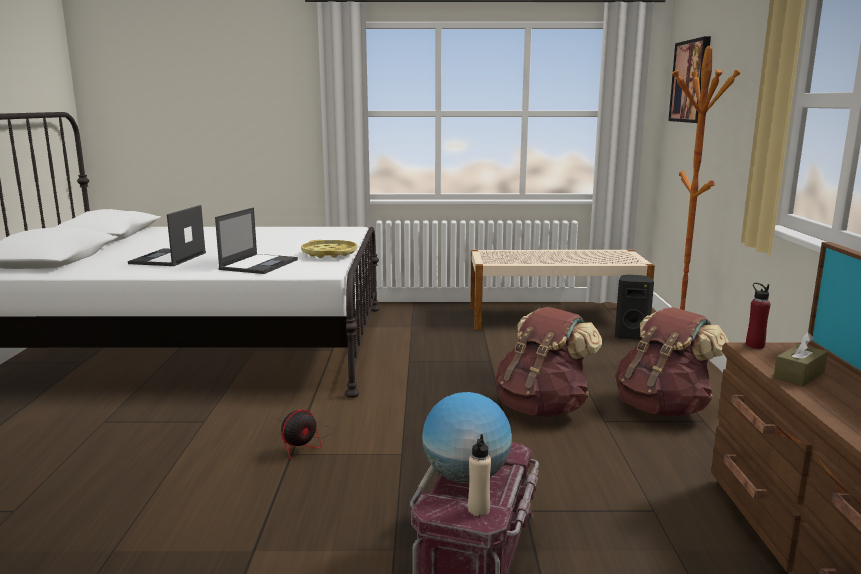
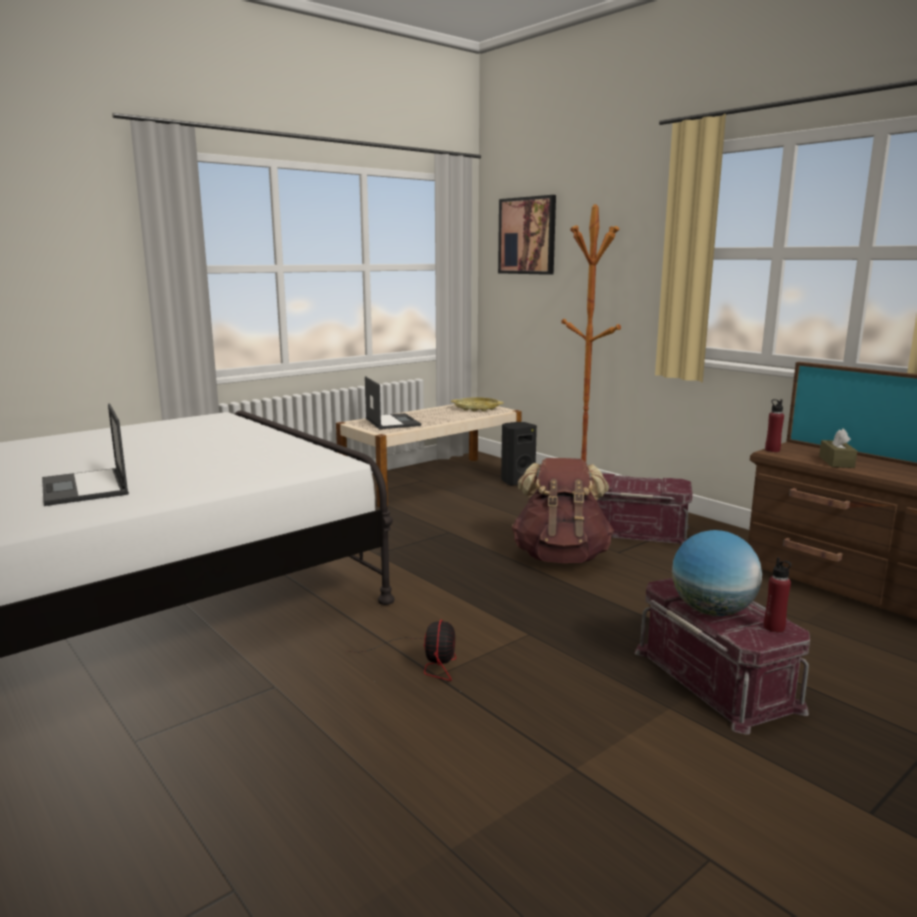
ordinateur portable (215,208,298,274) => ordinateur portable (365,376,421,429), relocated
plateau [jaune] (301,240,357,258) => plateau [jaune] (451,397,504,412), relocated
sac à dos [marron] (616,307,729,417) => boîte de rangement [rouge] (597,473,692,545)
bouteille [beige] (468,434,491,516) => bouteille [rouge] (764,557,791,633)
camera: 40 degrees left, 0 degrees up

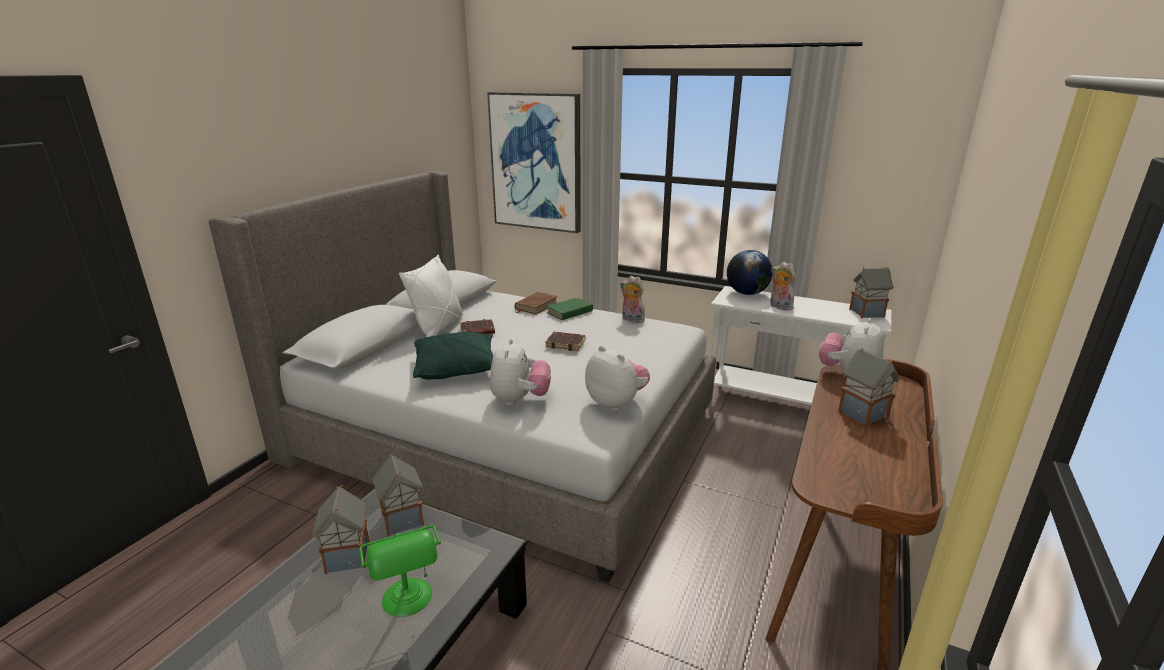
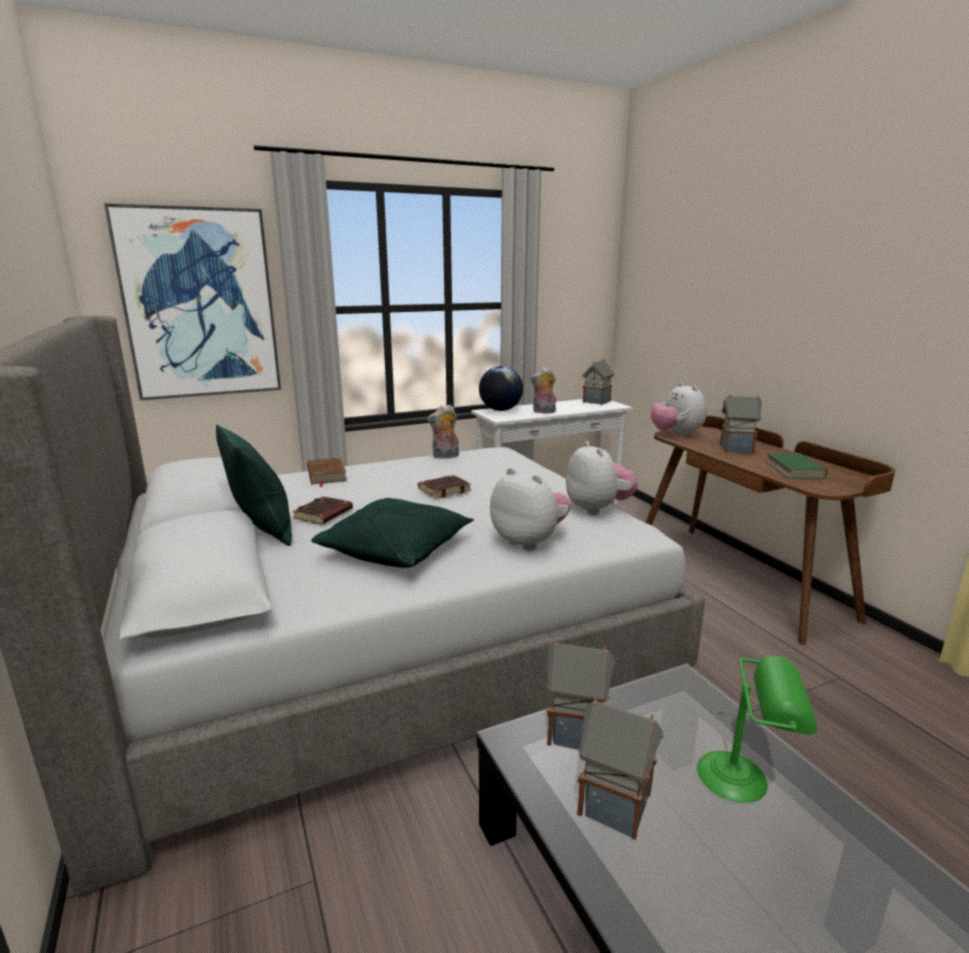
coussin [blanc] (399,255,463,337) => coussin [vert] (216,424,292,546)
peluche (585,346,650,412) => peluche (566,441,638,515), 75 degrees clockwise
livre [vert] (546,298,593,320) => livre [vert] (766,453,827,479), relocated
camera: 50 degrees left, 5 degrees down

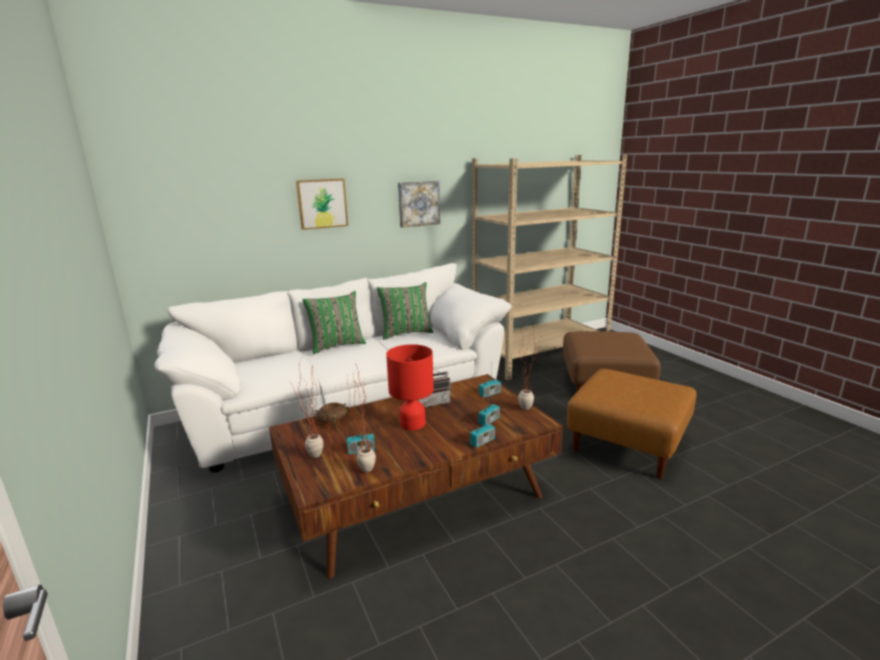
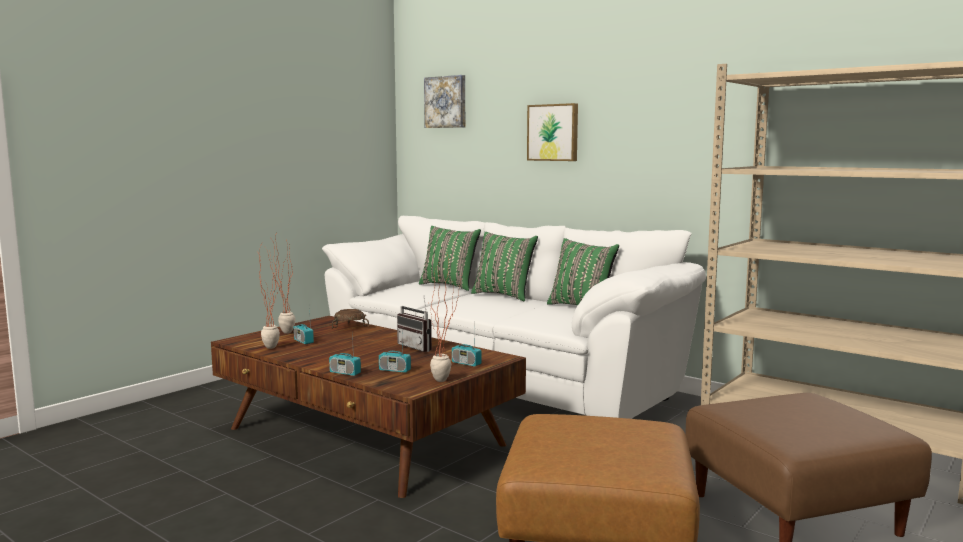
nothing => coussin [vert] (419,226,481,291)
tableau (398,181,440,228) => tableau (424,75,465,128), relocated
lampe de table [rouge] (386,344,434,431) => nothing
camera: 65 degrees right, 10 degrees down

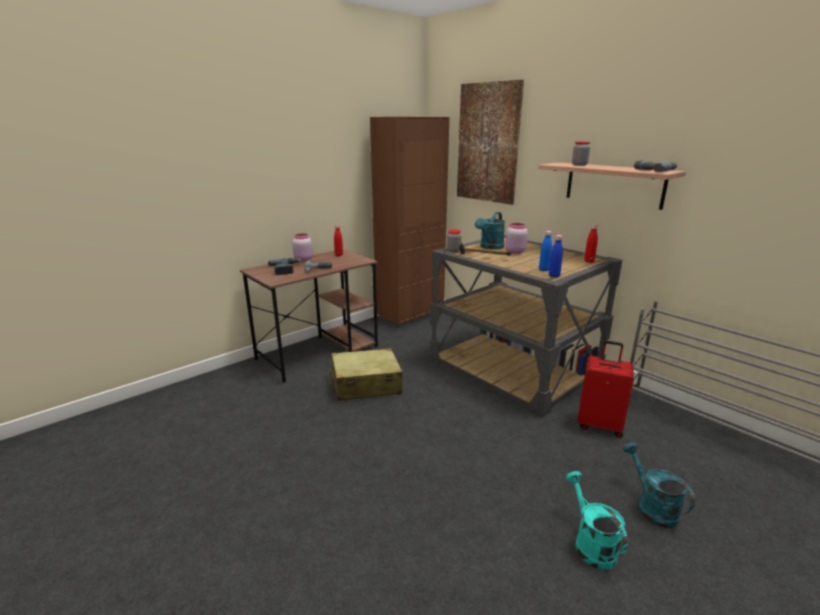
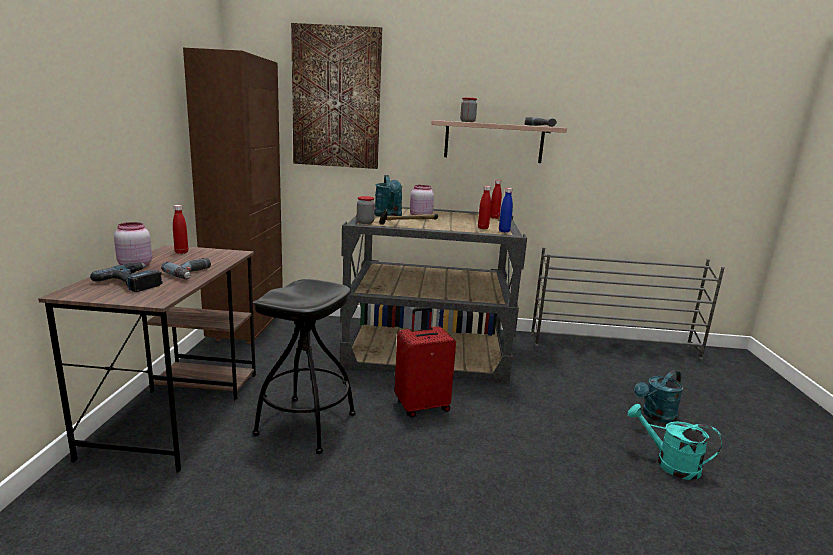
valise [beige] (328,348,403,401) => tabouret [noir] (252,279,355,454)
valise [rouge] (578,341,634,438) => valise [rouge] (394,307,456,417), relocated
bouteille [bleu] (539,231,552,271) => bouteille [rouge] (478,186,491,229)
arrosoir [turquoise] (623,442,695,528) => arrosoir [turquoise] (634,370,684,423), 60 degrees counterclockwise
camera: 45 degrees left, 5 degrees down

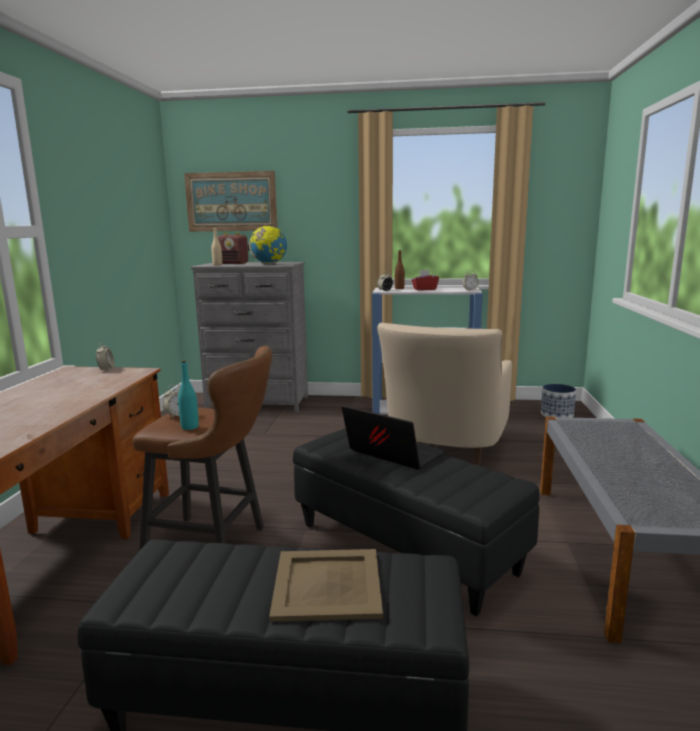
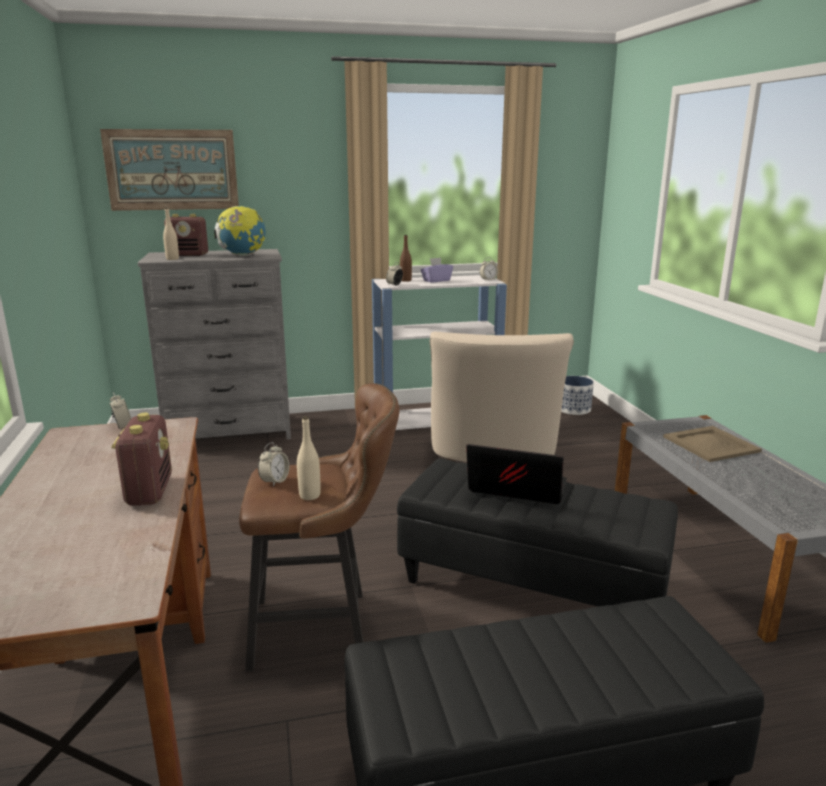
nothing => radio (111,413,172,506)
bouteille [turquoise] (178,361,199,430) => bouteille [beige] (297,416,321,500)
boîte à mouchoirs [rouge] (412,270,439,290) => boîte à mouchoirs [violet] (421,257,453,283)
plateau [beige] (269,549,383,622) => plateau [beige] (663,426,762,462), relocated
camera: 20 degrees left, 5 degrees up

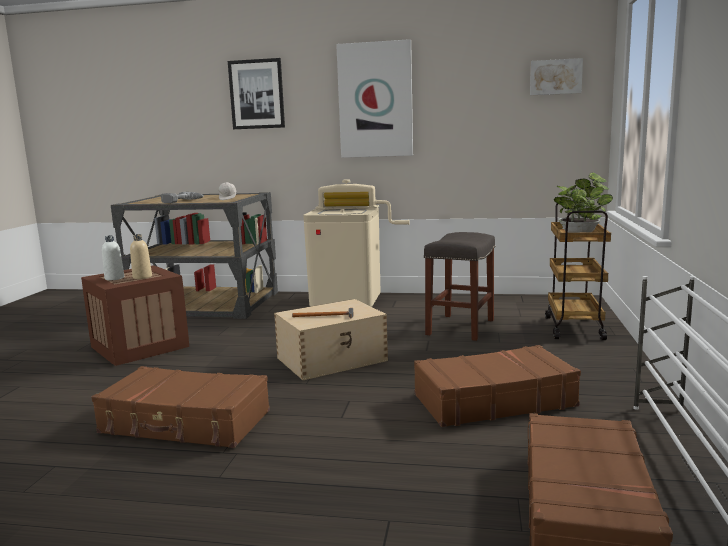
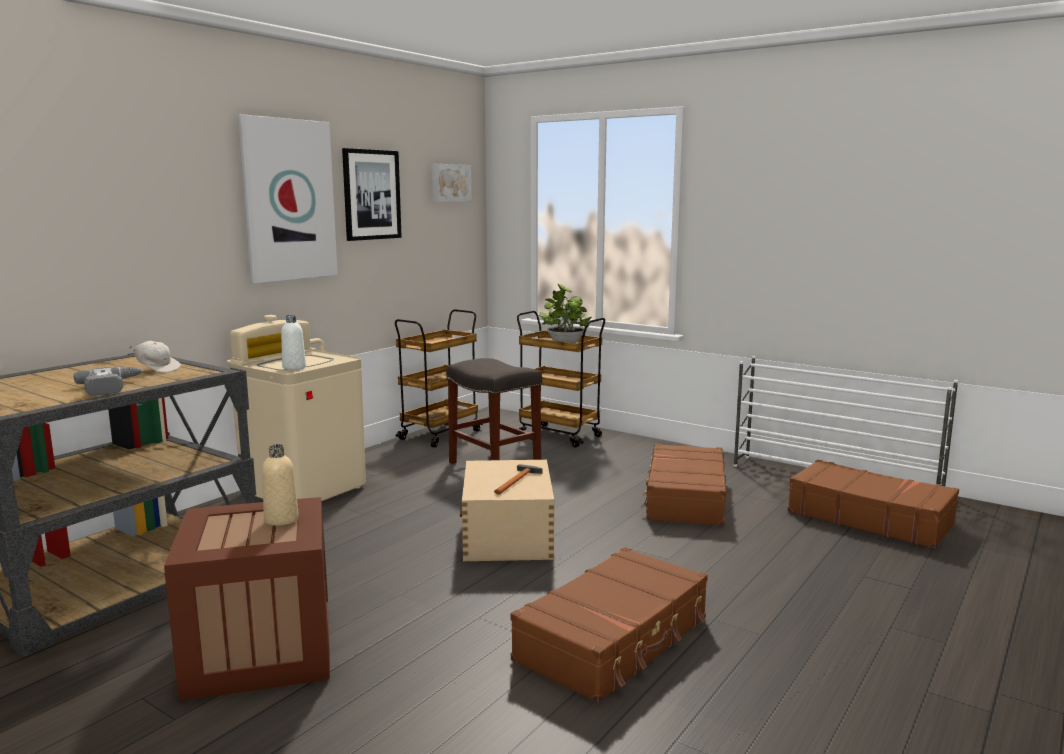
bouteille [blanc] (102,235,124,280) => bouteille [blanc] (281,315,306,370), relocated
tableau (228,58,285,129) => tableau (342,148,402,241), relocated
nothing => chariot [marron] (395,309,483,448)
camera: 65 degrees left, 0 degrees up

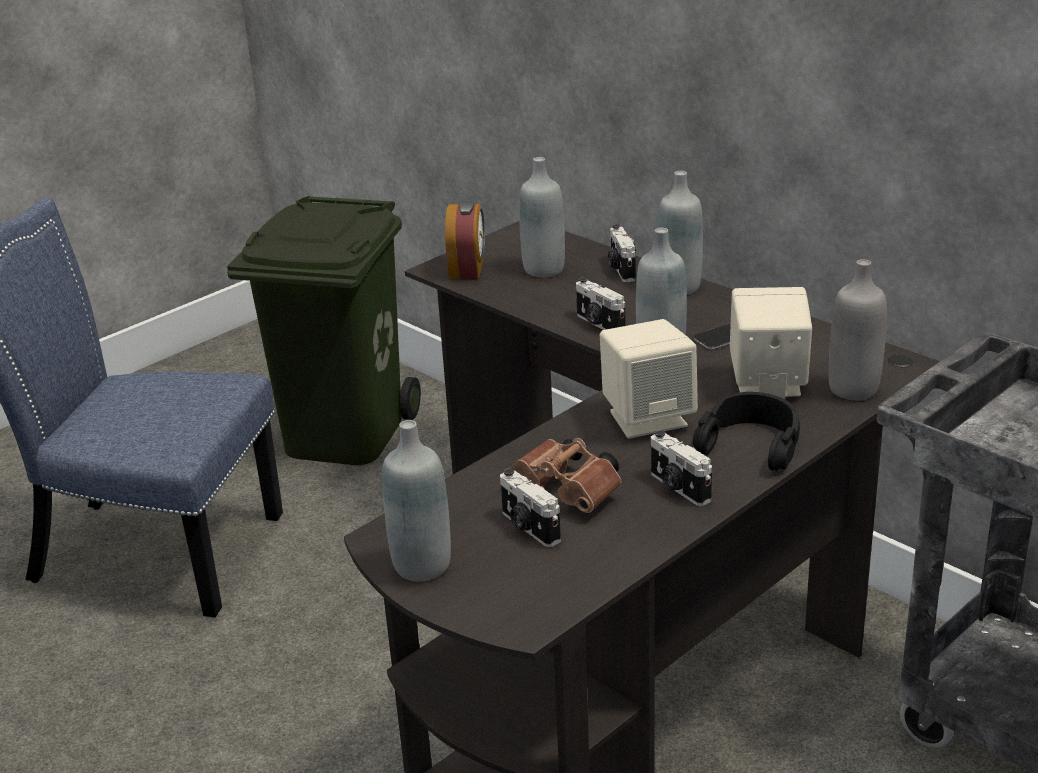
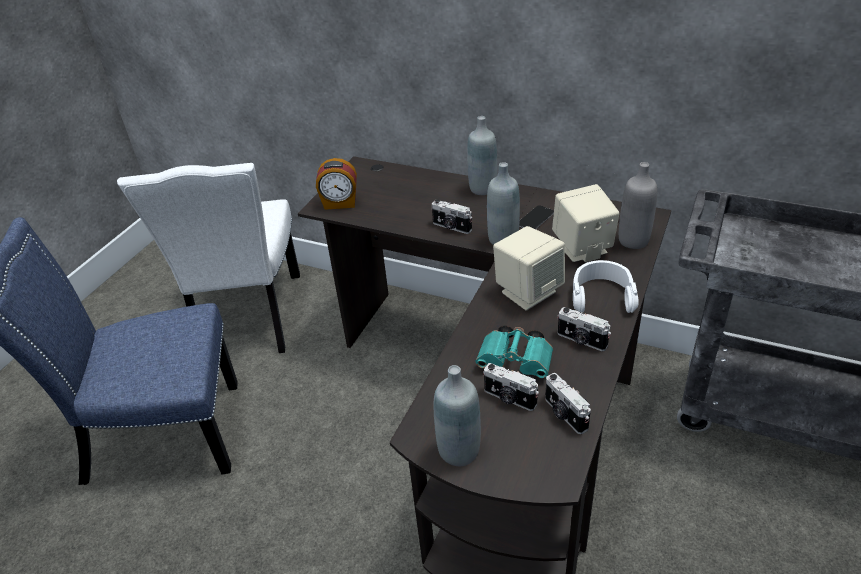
poubelle [vert] (227,196,421,465) => chaise [blanc] (117,163,300,353)
réveil (445,201,485,279) => réveil (316,158,357,210), 105 degrees clockwise
jumelles [marron] (508,438,622,513) => jumelles [turquoise] (476,326,553,378)
appareil photo (608,224,636,282) => appareil photo (545,373,591,434), relocated
casque audio [noir] (693,392,800,471) => casque audio [blanc] (573,260,639,313)
bouteille [gris] (519,157,565,278) => nothing
camera: 20 degrees left, 10 degrees up

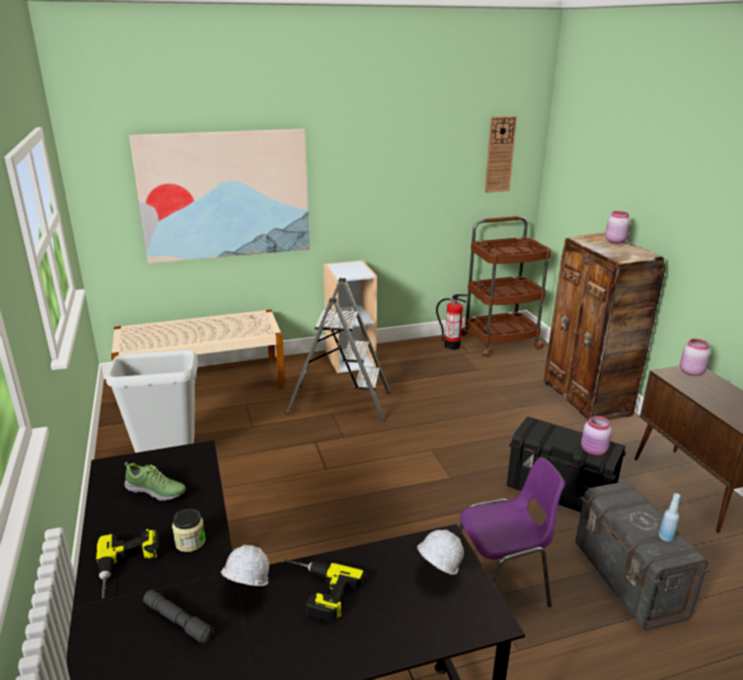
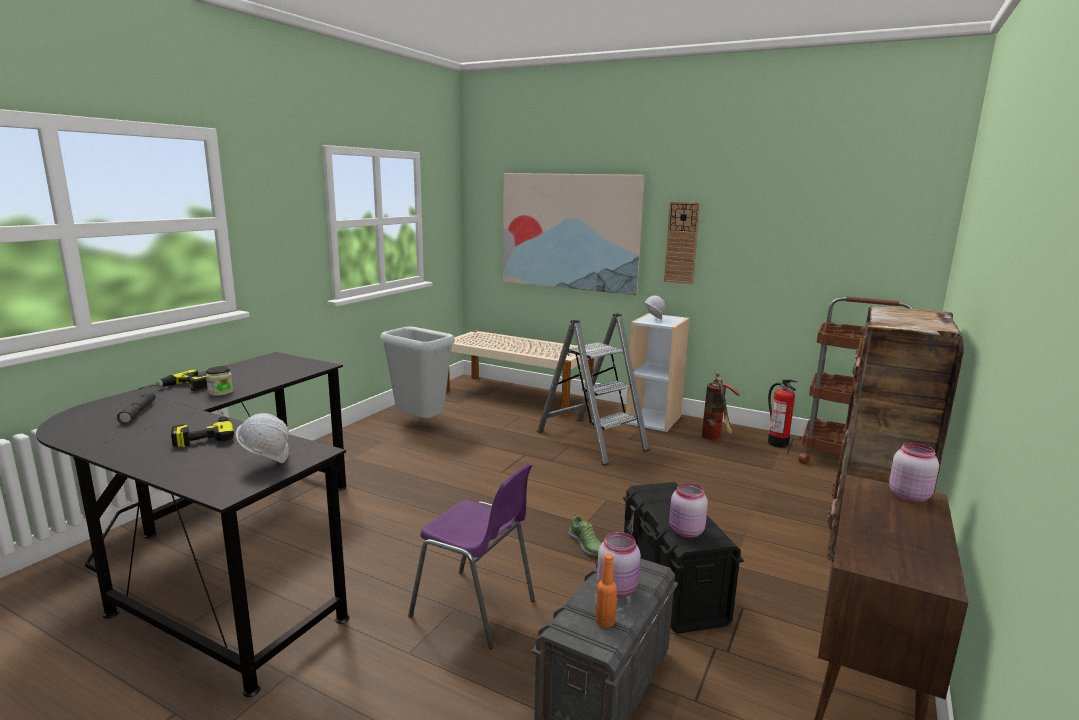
chaussure (124,462,186,501) => chaussure (568,513,602,555), relocated
bouteille [bleu] (659,493,681,542) => bouteille [orange] (595,554,617,628)
bocal [rose] (605,211,631,243) => bocal [rose] (597,532,641,598), relocated
casque de chantier [blanc] (221,545,269,586) => casque de chantier [blanc] (643,295,665,320), relocated
horloge murale (485,116,517,193) => horloge murale (664,202,700,284), relocated
nothing => extincteur (702,370,740,440)
camera: 45 degrees right, 10 degrees down

